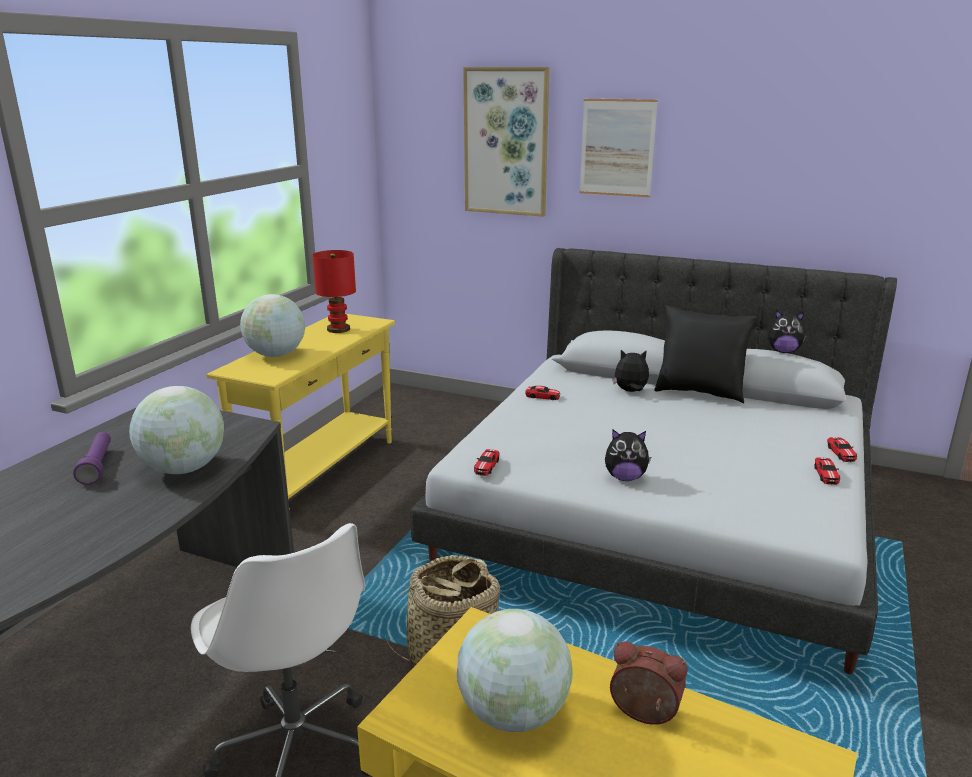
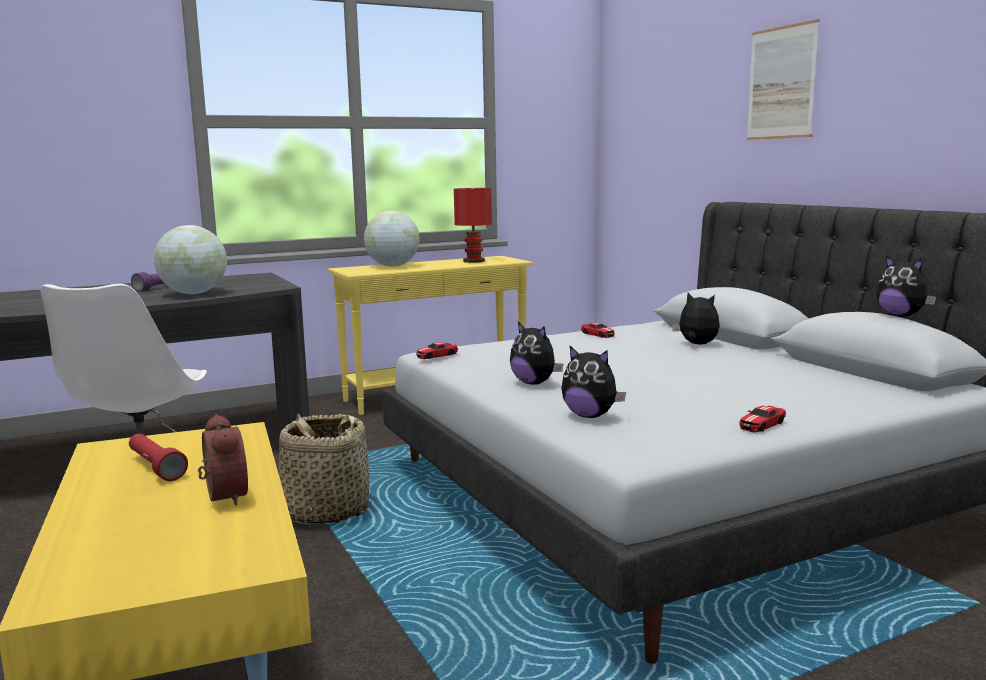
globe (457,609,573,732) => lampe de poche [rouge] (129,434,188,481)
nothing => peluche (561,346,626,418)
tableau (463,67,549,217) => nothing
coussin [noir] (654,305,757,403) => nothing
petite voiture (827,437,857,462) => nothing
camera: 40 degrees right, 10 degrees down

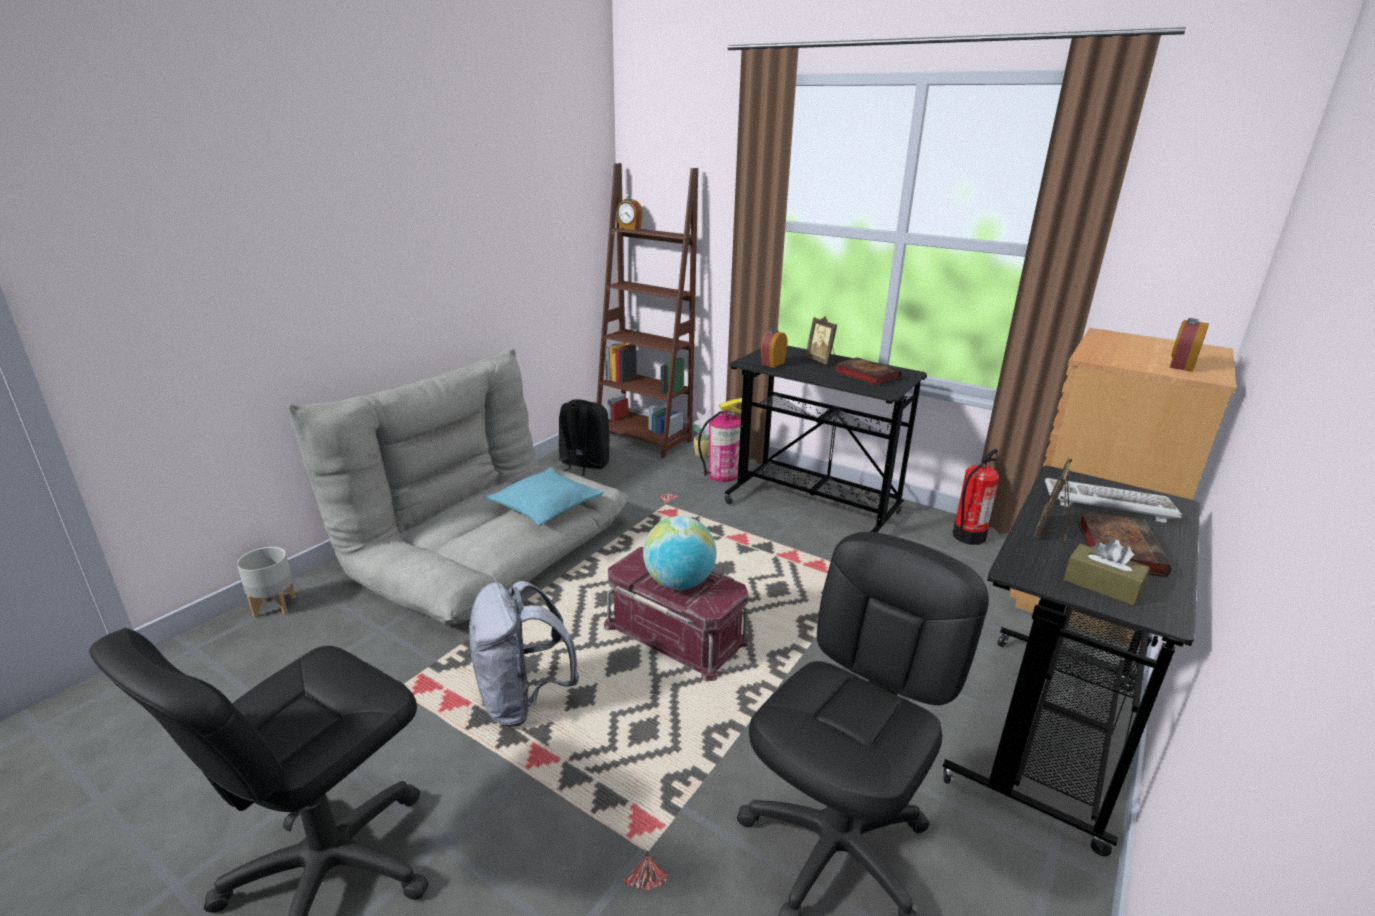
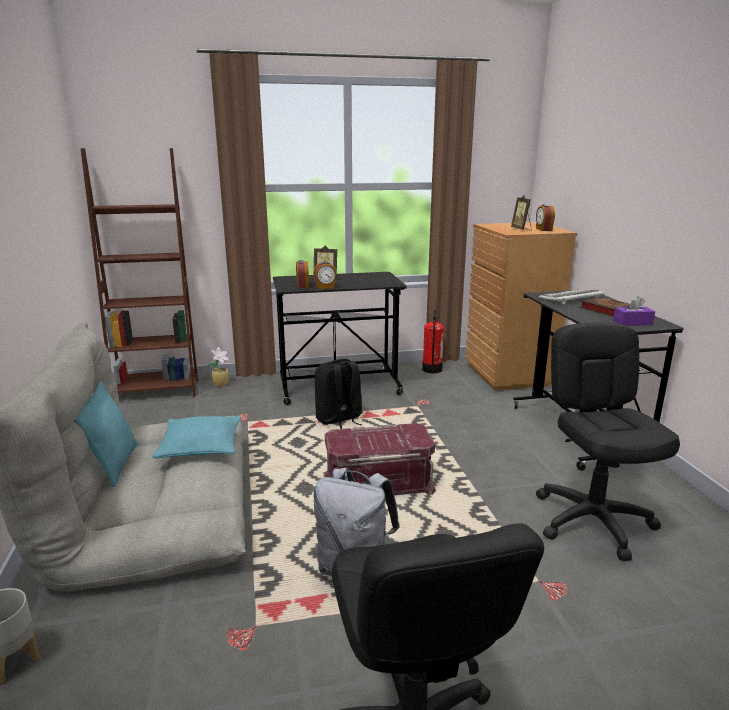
nothing => coussin [turquoise] (74,381,138,487)
réveil (617,199,643,230) => réveil (313,261,337,289), relocated
sac à dos [noir] (559,399,610,476) => sac à dos [noir] (315,359,363,429), relocated
cadre photo (1034,458,1072,544) => cadre photo (511,195,532,230), relocated
boîte à mouchoirs [marron] (1064,539,1150,606) => boîte à mouchoirs [violet] (613,296,655,326)
globe (643,516,716,590) => nothing
extincteur (698,398,742,482) => nothing
livre (833,357,901,386) => nothing
camera: 45 degrees left, 5 degrees down

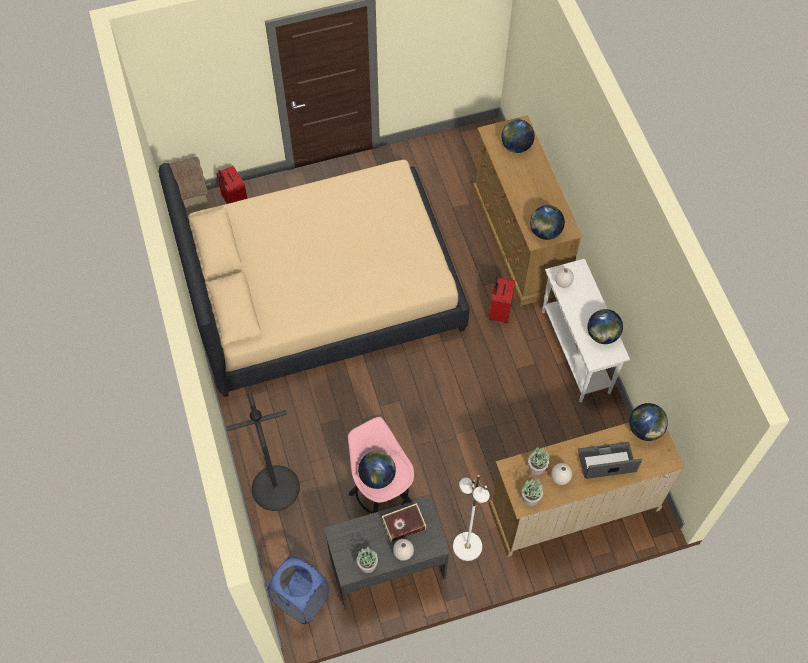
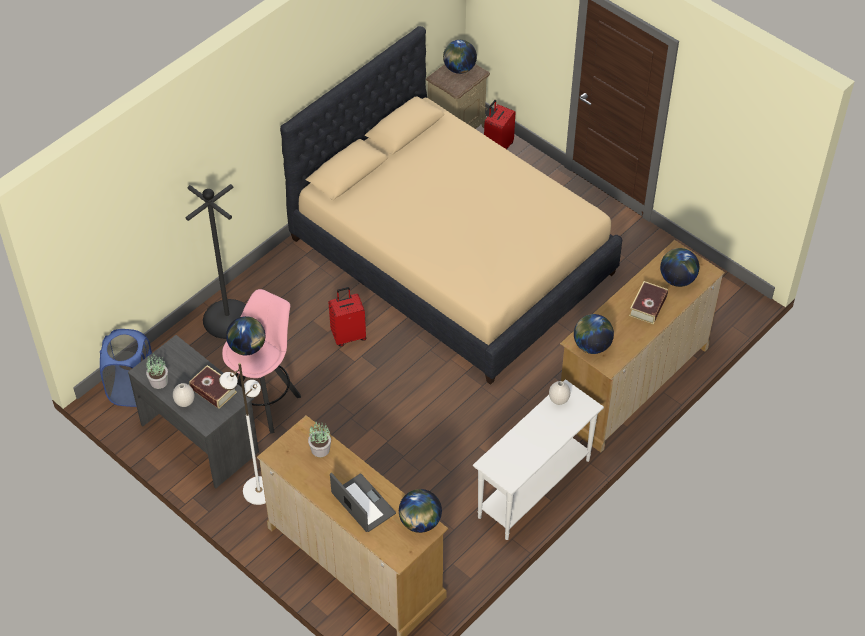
valise [rouge] (489,277,515,323) => valise [rouge] (328,287,366,346), relocated
globe (587,309,623,344) => globe (443,40,477,74), relocated
nothing => livre (629,281,668,324)
plante en pot (522,479,543,506) => nothing
vase [blanc] (551,463,572,485) => nothing
camera: 60 degrees right, 10 degrees down

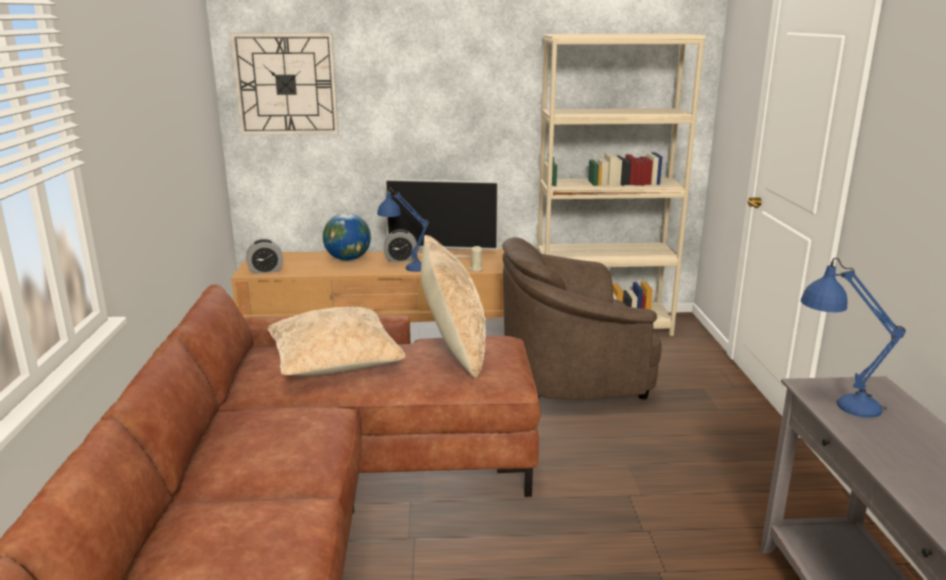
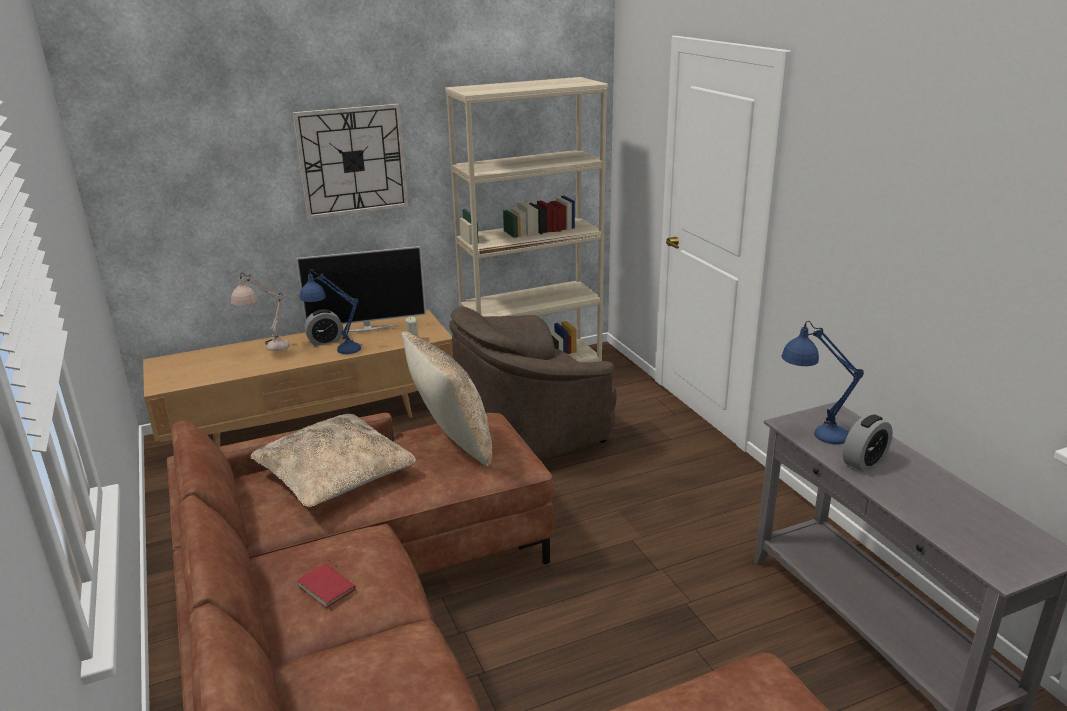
globe (323,213,371,261) => lampe de table [beige] (231,272,290,351)
horloge murale (230,33,339,135) => horloge murale (293,104,409,219), relocated
nothing => livre [rouge] (296,559,356,608)
réveil (246,239,283,274) => réveil (843,415,893,472), relocated
camera: 20 degrees left, 5 degrees up

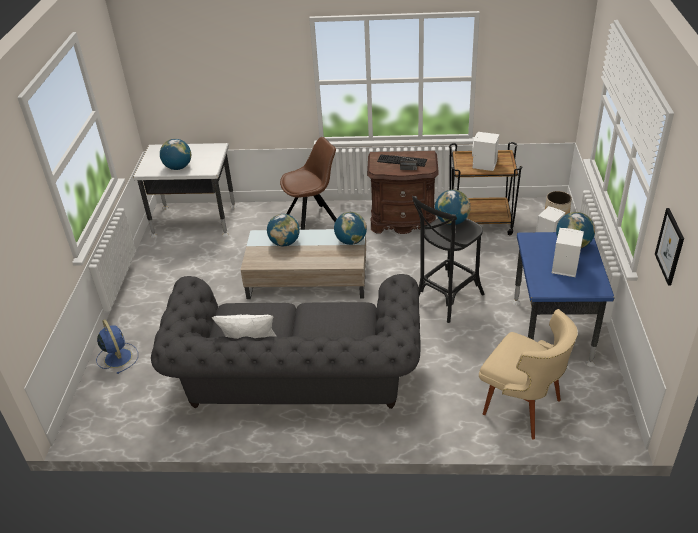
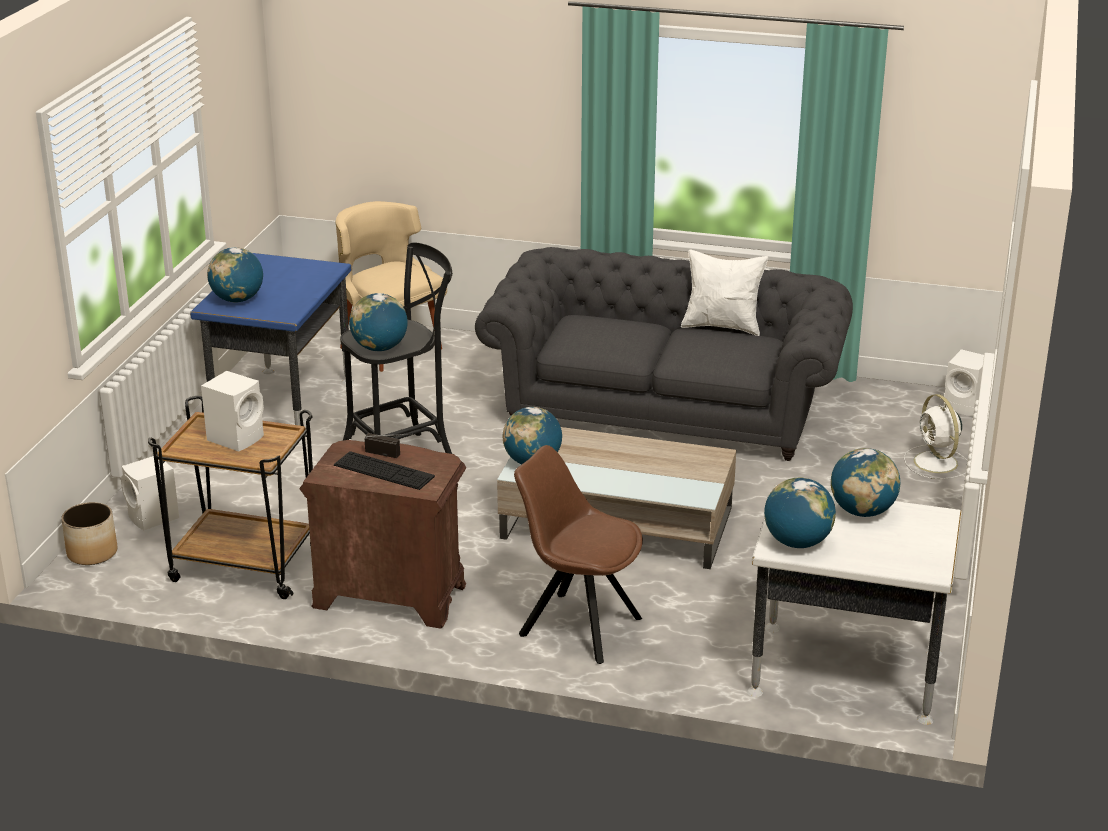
chaise [marron] (280,137,337,230) => chaise [marron] (514,445,643,664), 45 degrees clockwise
globe (267,214,300,246) => globe (764,478,836,548), relocated
ventilateur [bleu] (96,319,138,374) => ventilateur [blanc] (904,394,968,479)
enceinte [blanc] (552,228,584,277) => enceinte [blanc] (943,349,984,416), relocated
tableau (655,208,684,285) => nothing
camera: 170 degrees left, 10 degrees down

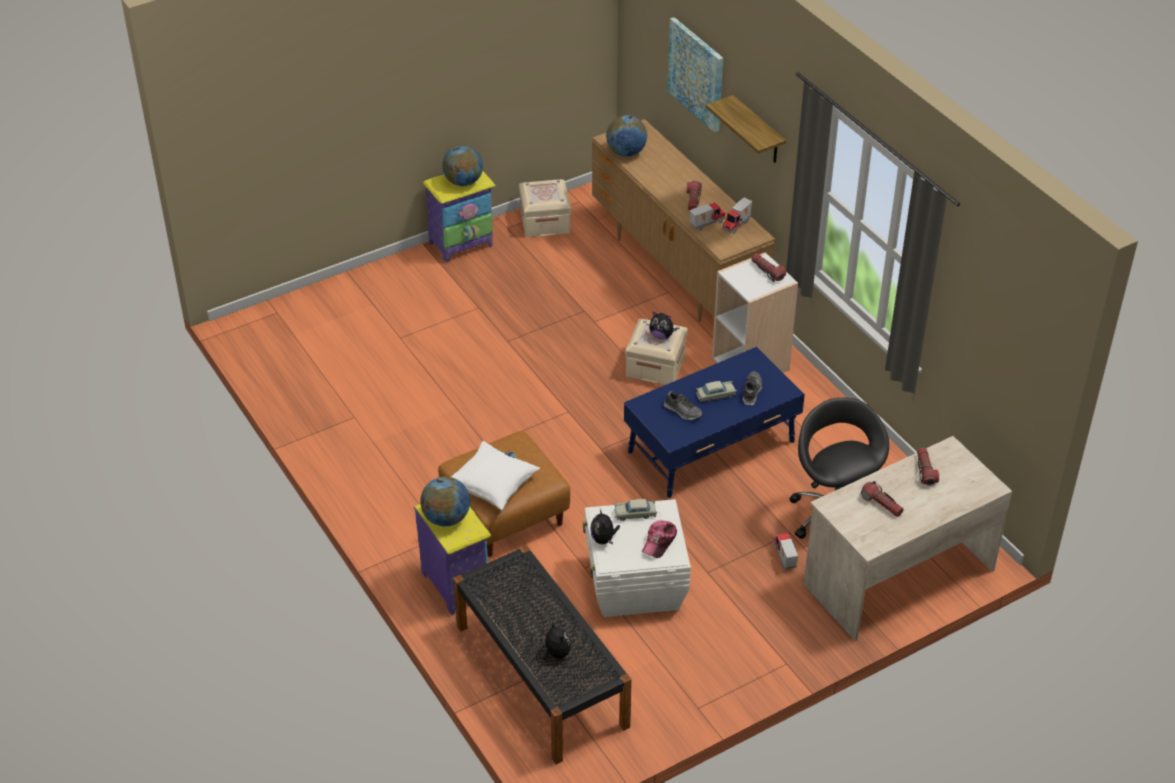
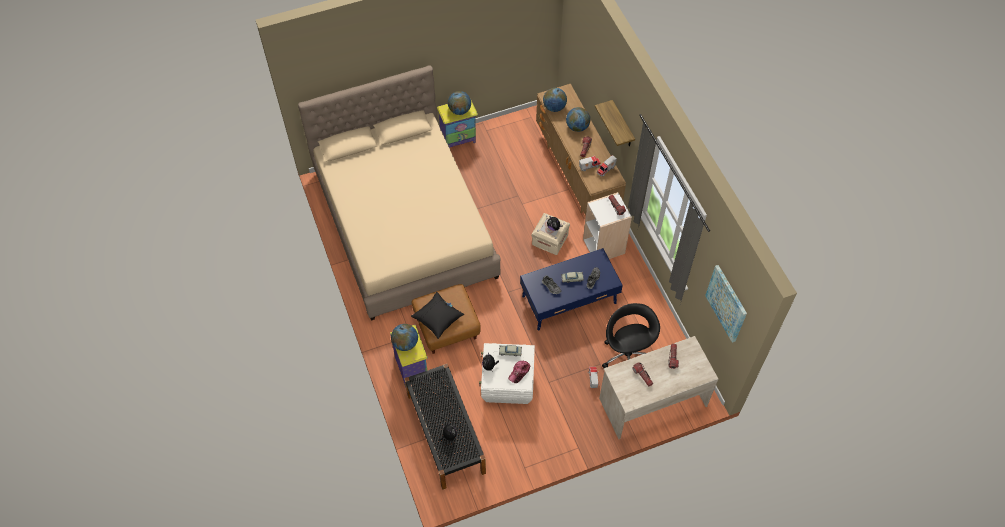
nothing => lit [beige] (298,65,501,321)
coussin [blanc] (452,441,540,511) => coussin [noir] (411,292,464,339)
nothing => globe (566,107,590,132)
tableau (667,17,723,133) => tableau (705,265,747,343), relocated
boîte de rangement [beige] (519,179,571,237) => nothing
camera: 10 degrees right, 15 degrees up

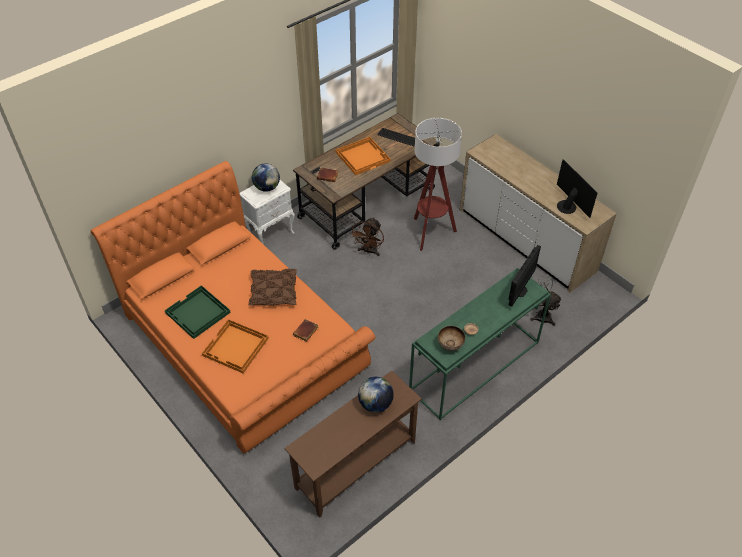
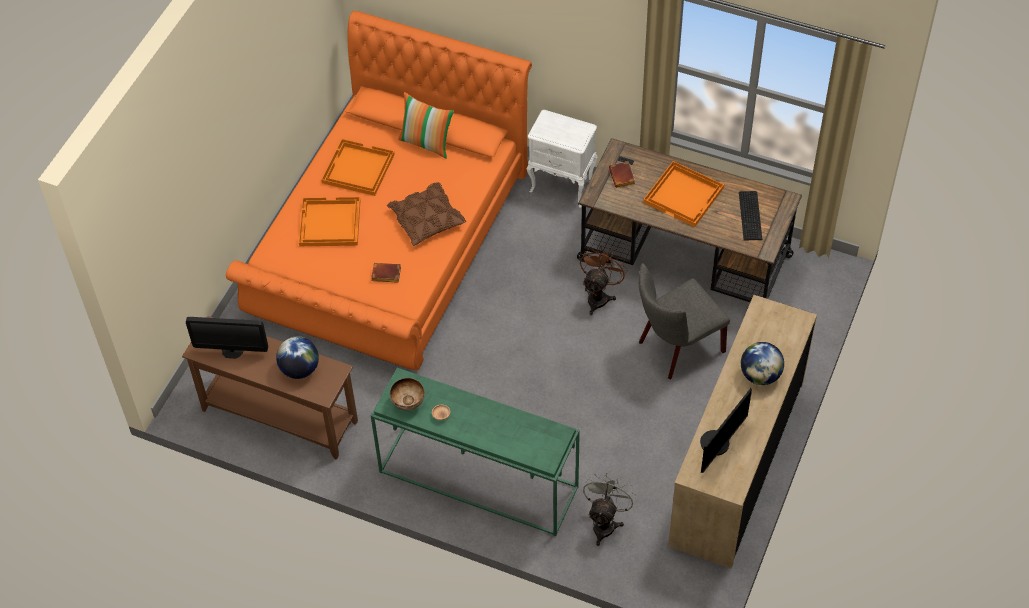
écran d'ordinateur (509,245,541,306) => écran d'ordinateur (186,317,268,359), relocated
plateau [vert] (165,285,231,339) => plateau [orange] (321,139,395,196)
nothing => coussin (398,92,454,159)
ventilateur [marron] (350,217,384,256) => ventilateur [marron] (580,245,628,315), 120 degrees clockwise
lampadaire (414,118,462,251) => chaise [gris] (639,263,730,379)
globe (252,163,280,192) => globe (741,342,784,385), relocated
camera: 65 degrees right, 5 degrees up

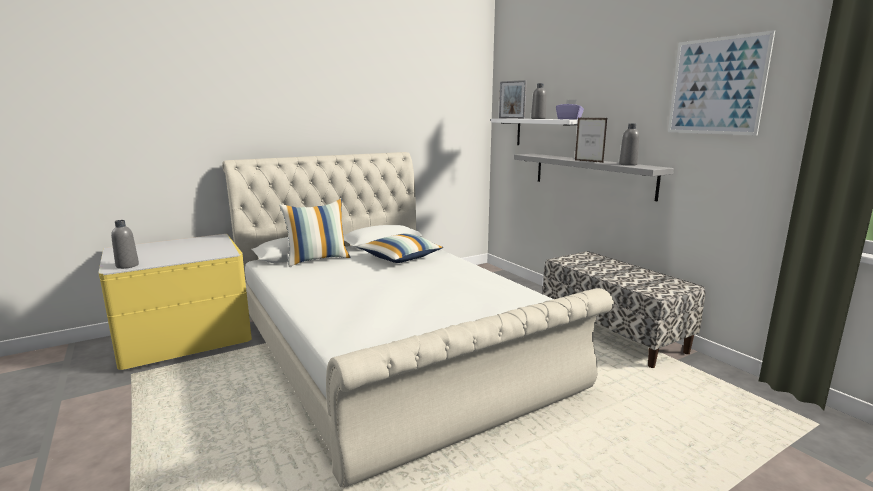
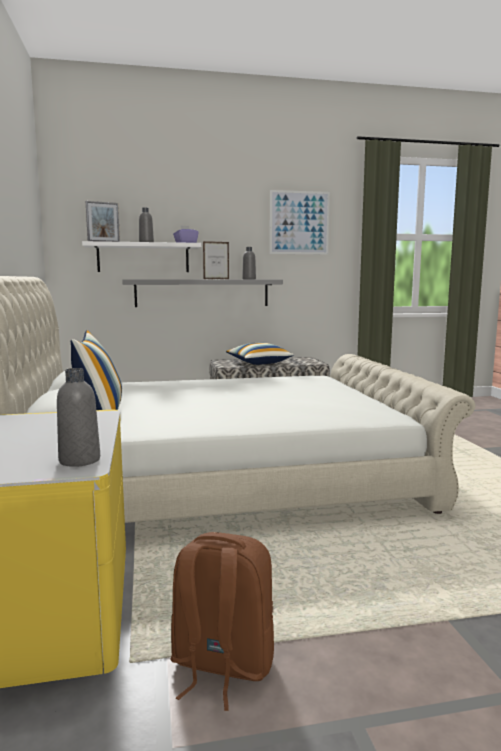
nothing => sac à dos [marron] (170,532,274,711)
coussin (358,233,443,263) => coussin (226,342,294,365), relocated
camera: 70 degrees left, 5 degrees down

